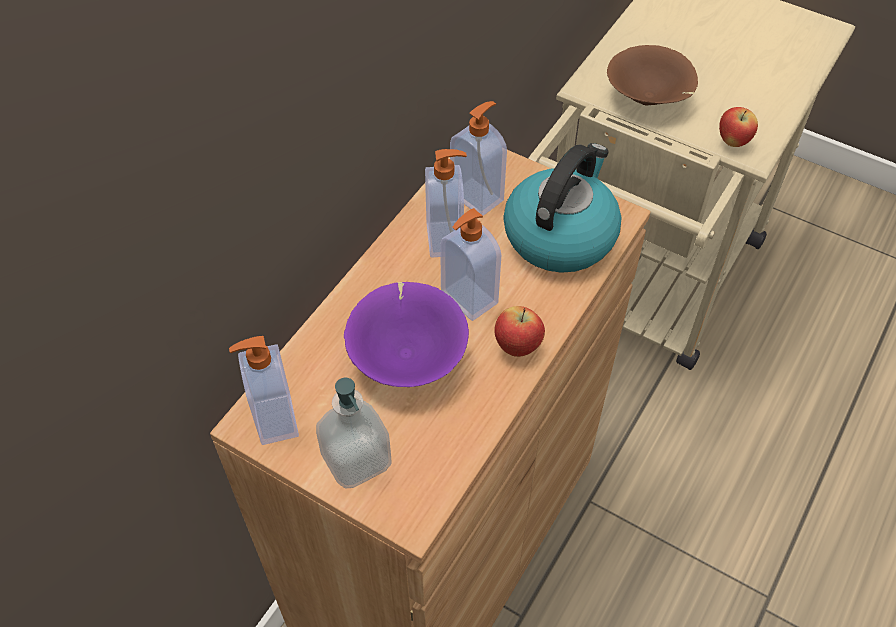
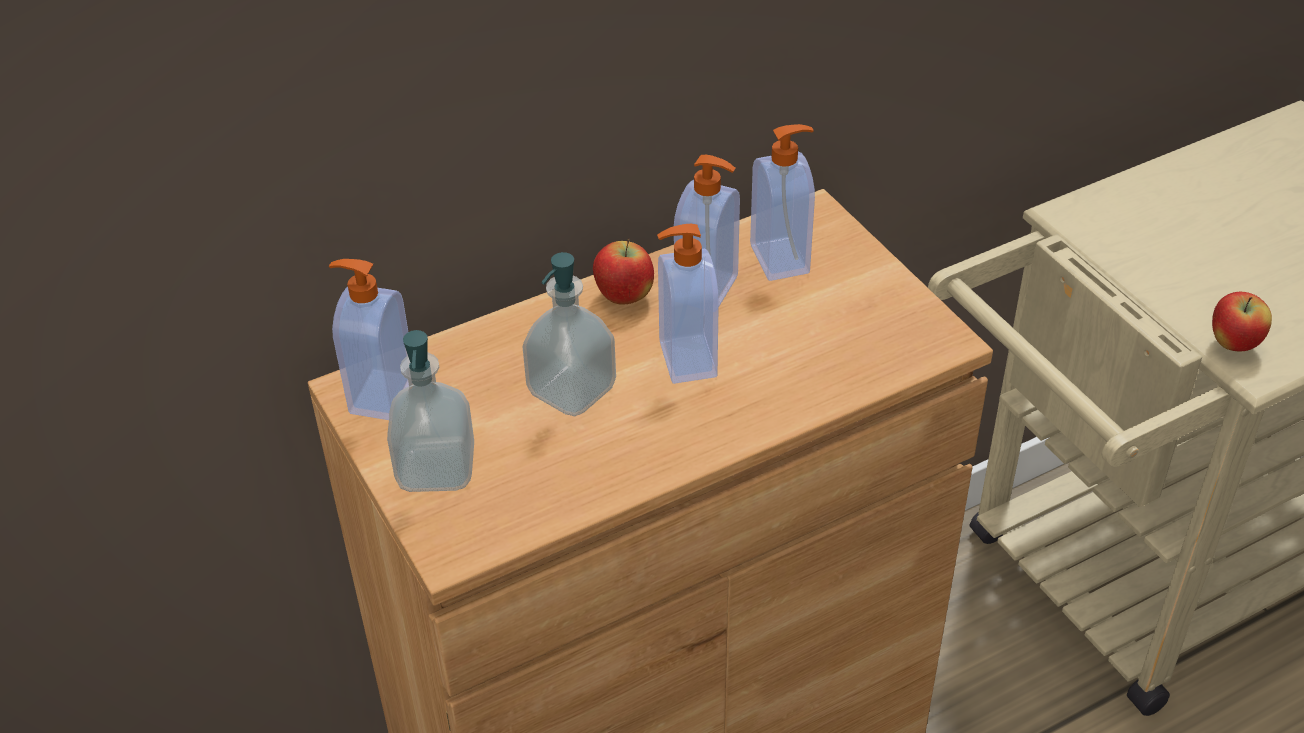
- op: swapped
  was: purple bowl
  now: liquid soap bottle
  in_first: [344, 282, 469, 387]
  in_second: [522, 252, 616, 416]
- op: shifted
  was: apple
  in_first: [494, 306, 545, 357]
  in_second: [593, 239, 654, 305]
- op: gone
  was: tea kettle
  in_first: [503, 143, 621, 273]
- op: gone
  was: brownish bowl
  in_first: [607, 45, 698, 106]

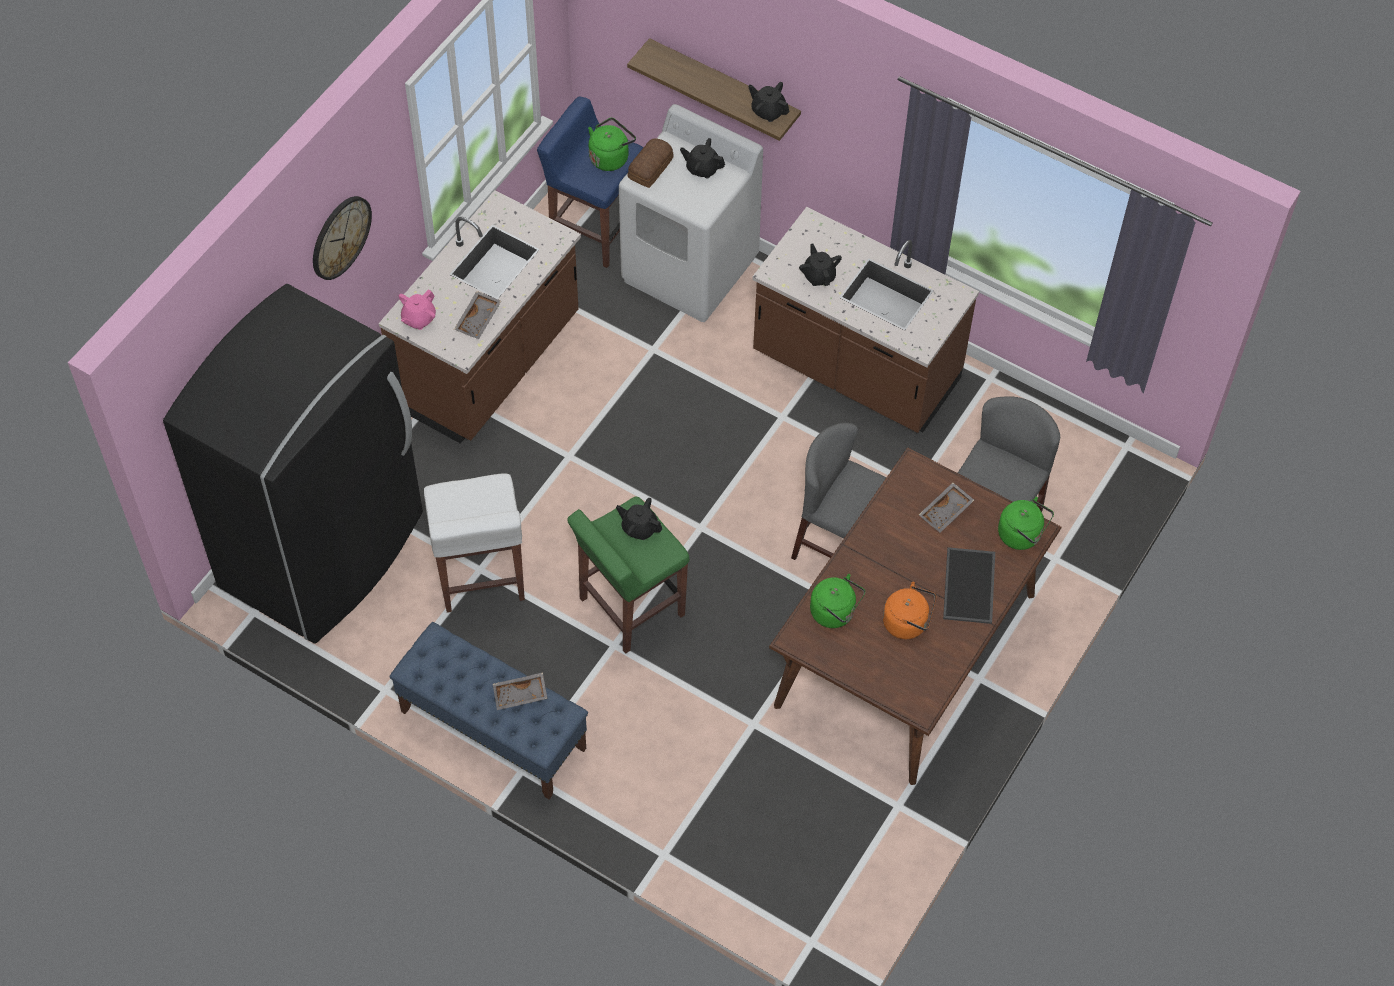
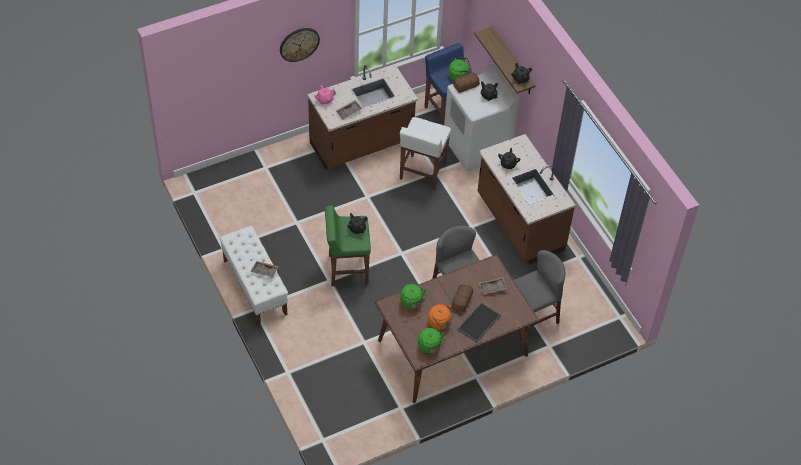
- op: repainted
  was: blue-coloured indoor bench
  now: whitish indoor bench
  in_first: [390, 622, 588, 800]
  in_second: [220, 226, 288, 326]
- op: shifted
  was: whitish stool
  in_first: [424, 473, 525, 613]
  in_second: [400, 117, 451, 190]
- op: shifted
  was: green-coloured tea kettle
  in_first: [998, 497, 1054, 550]
  in_second: [418, 328, 445, 354]
- op: new
  now: bakery bread
  in_second: [451, 284, 473, 312]
- op: gone
  was: black-coloured fridge
  in_first: [163, 284, 423, 644]

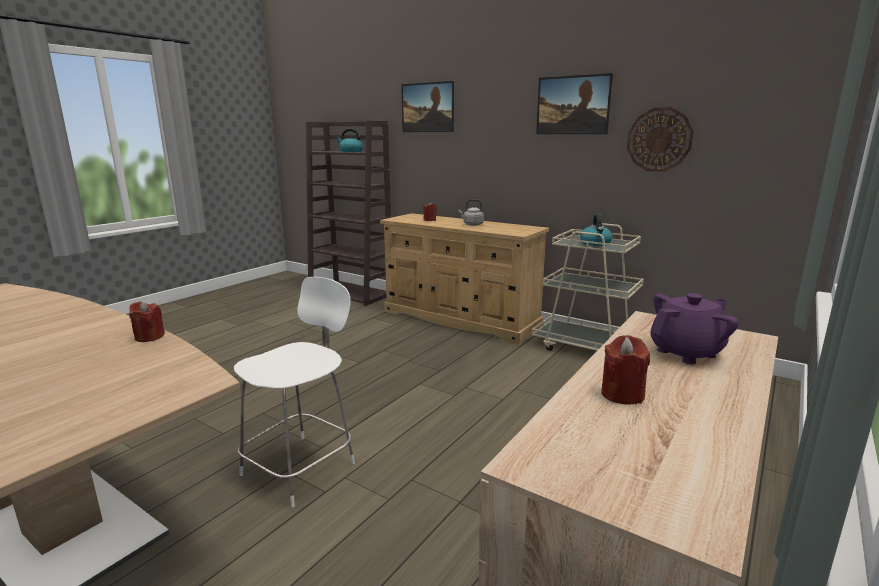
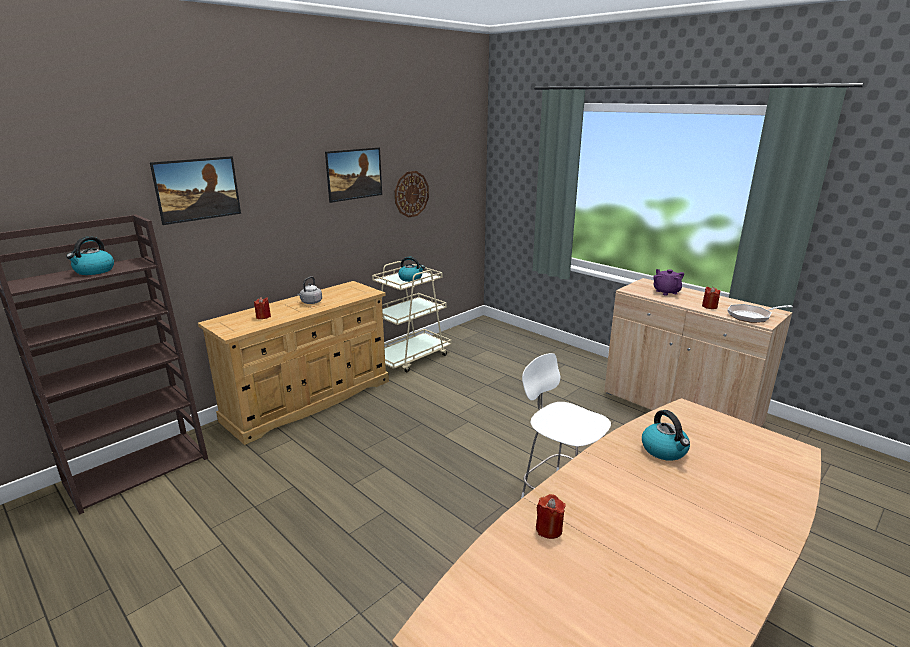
- op: shifted
  was: red-coloured candle
  in_first: [129, 301, 165, 342]
  in_second: [536, 494, 566, 539]
- op: new
  now: tea kettle
  in_second: [642, 410, 690, 461]
- op: new
  now: frying pan
  in_second: [727, 304, 793, 323]

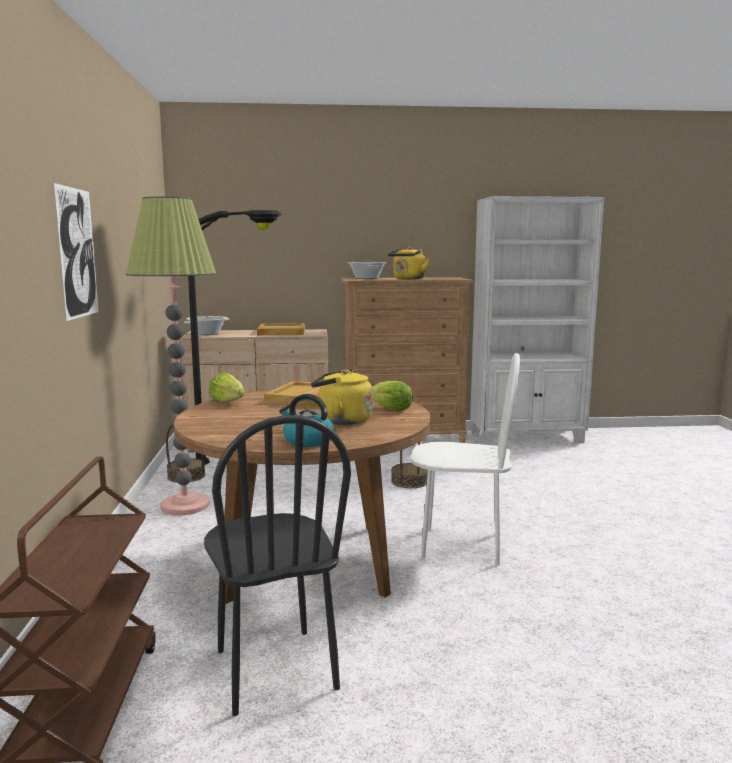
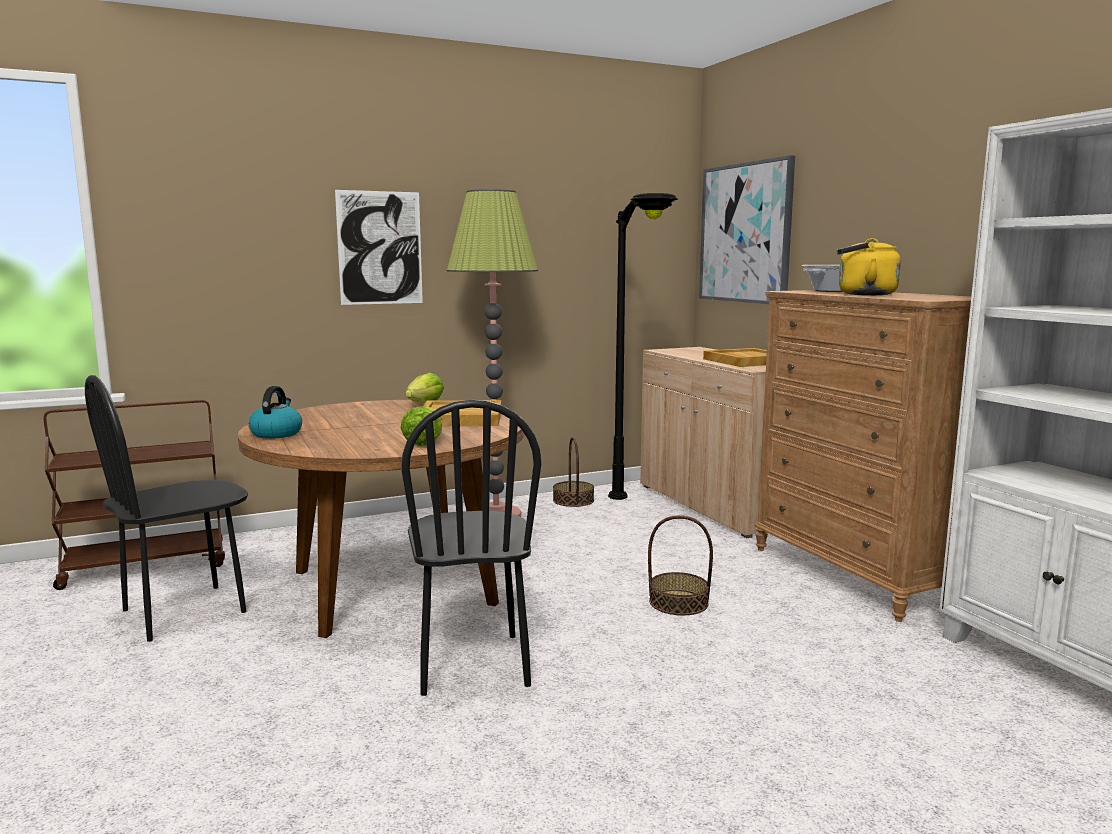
- op: repainted
  was: whitish plain chair
  now: black-coloured plain chair
  in_first: [410, 353, 520, 566]
  in_second: [401, 399, 542, 696]
- op: new
  now: wall picture
  in_second: [699, 155, 795, 304]
- op: gone
  was: saucepot
  in_first: [184, 316, 229, 335]
- op: gone
  was: yellow-coloured tea kettle
  in_first: [311, 369, 373, 425]

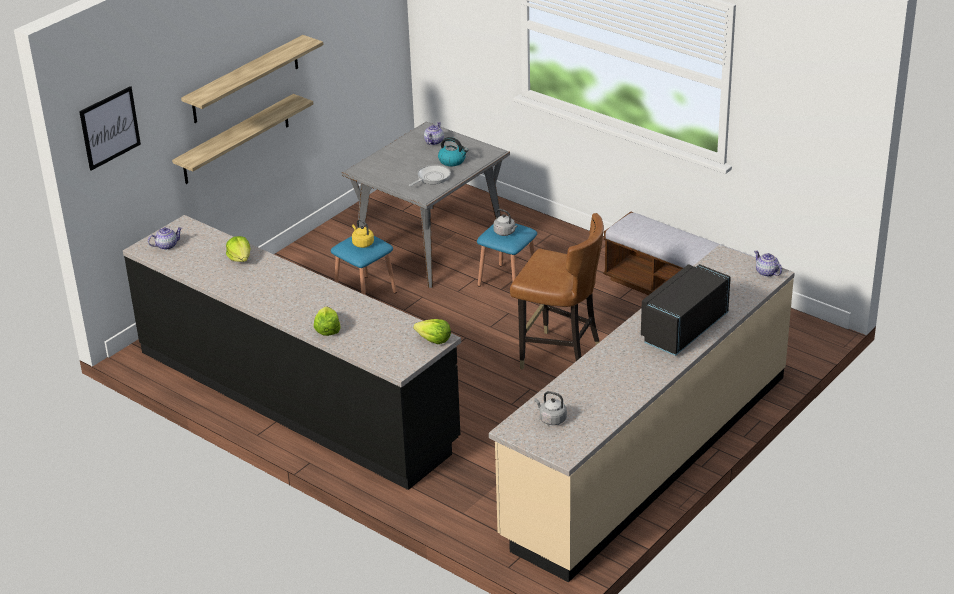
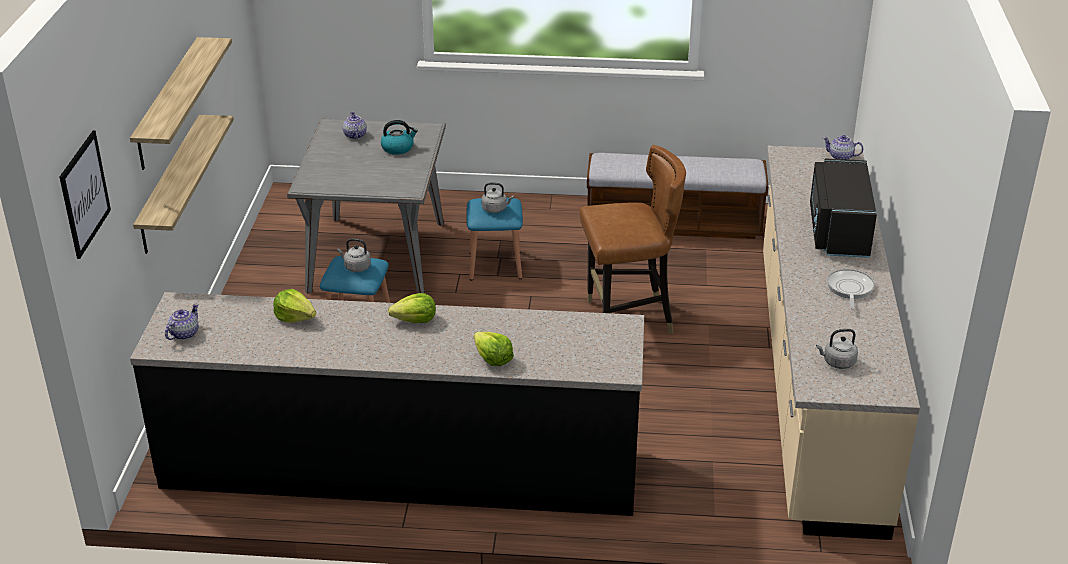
- op: repainted
  was: yellow-coloured tea kettle
  now: grey tea kettle
  in_first: [352, 219, 374, 248]
  in_second: [337, 238, 371, 272]
- op: shifted
  was: lettuce head
  in_first: [413, 319, 451, 344]
  in_second: [388, 293, 436, 323]
- op: shifted
  was: frying pan
  in_first: [409, 165, 451, 186]
  in_second: [827, 269, 875, 309]

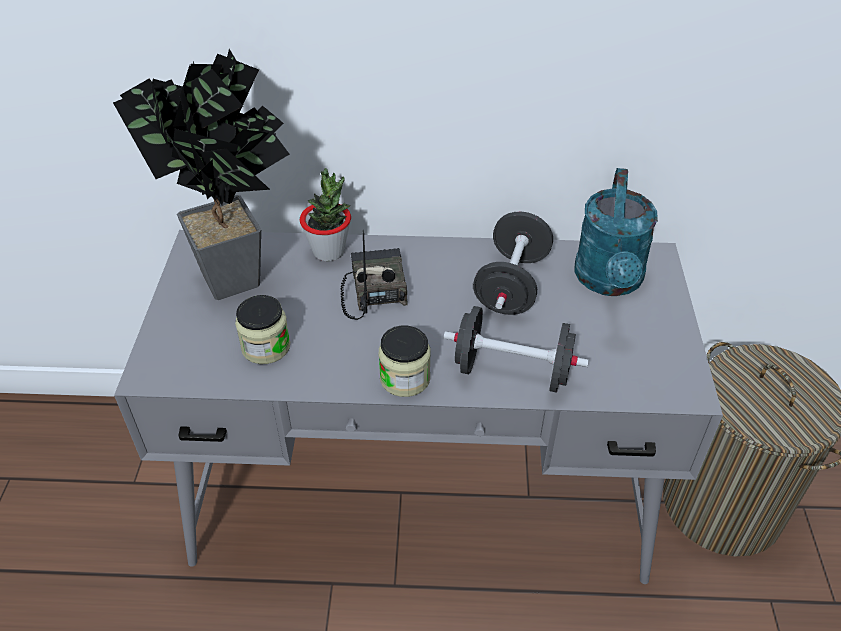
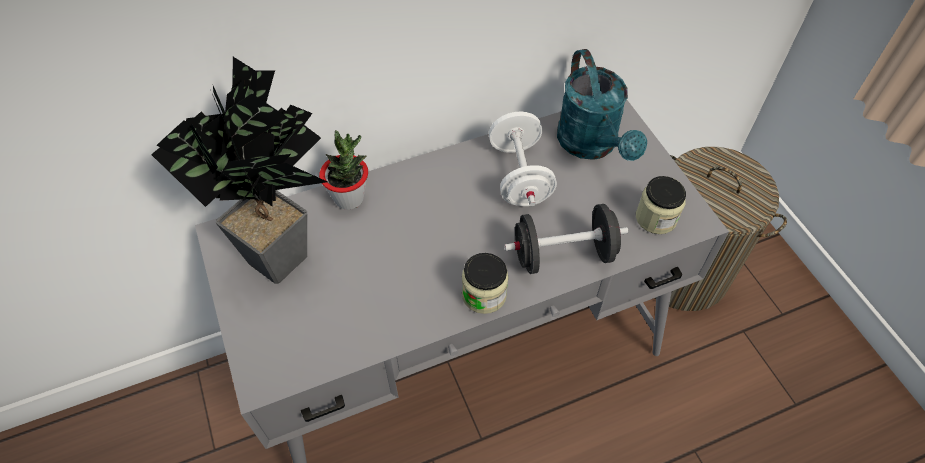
- op: repainted
  was: black-coloured hand weight
  now: whitish hand weight
  in_first: [473, 212, 553, 315]
  in_second: [489, 112, 557, 206]
- op: shifted
  was: preserve jar
  in_first: [235, 295, 290, 364]
  in_second: [636, 176, 686, 234]
- op: gone
  was: radio set
  in_first: [340, 230, 408, 320]

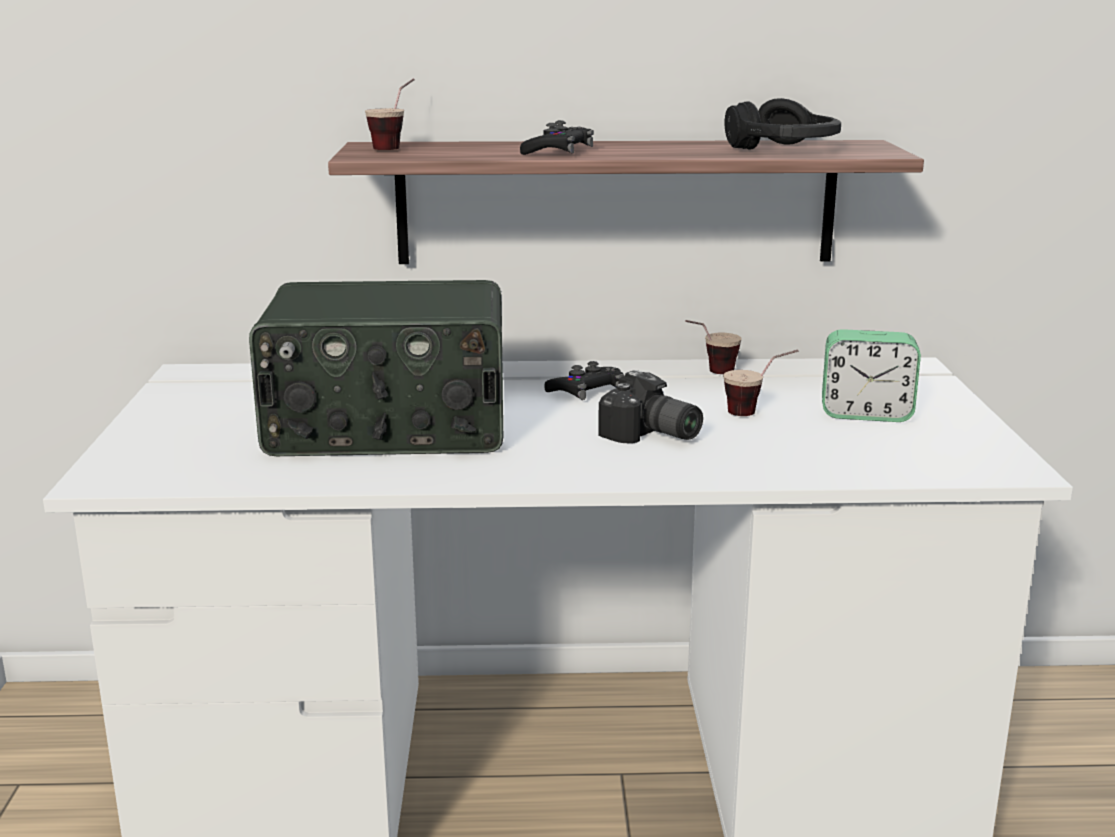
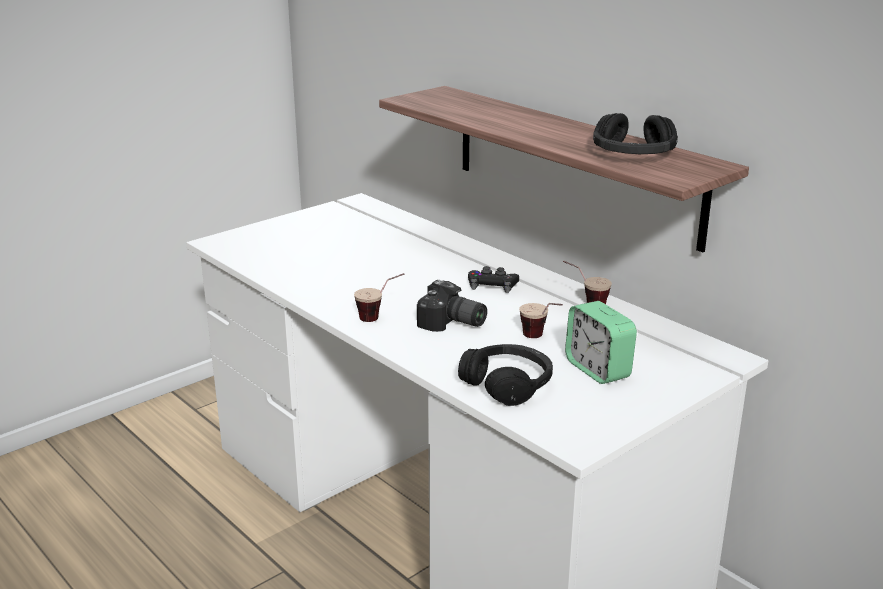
- op: shifted
  was: drinking cup
  in_first: [365, 78, 415, 150]
  in_second: [354, 273, 405, 322]
- op: rotated
  was: still camera
  in_first: [598, 370, 703, 443]
  in_second: [417, 280, 487, 332]
  clockwise: -60
- op: new
  now: black-coloured pair of headphones
  in_second: [458, 344, 553, 406]
- op: gone
  was: radio set
  in_first: [249, 280, 503, 456]
- op: gone
  was: black-coloured joypad
  in_first: [520, 120, 594, 155]

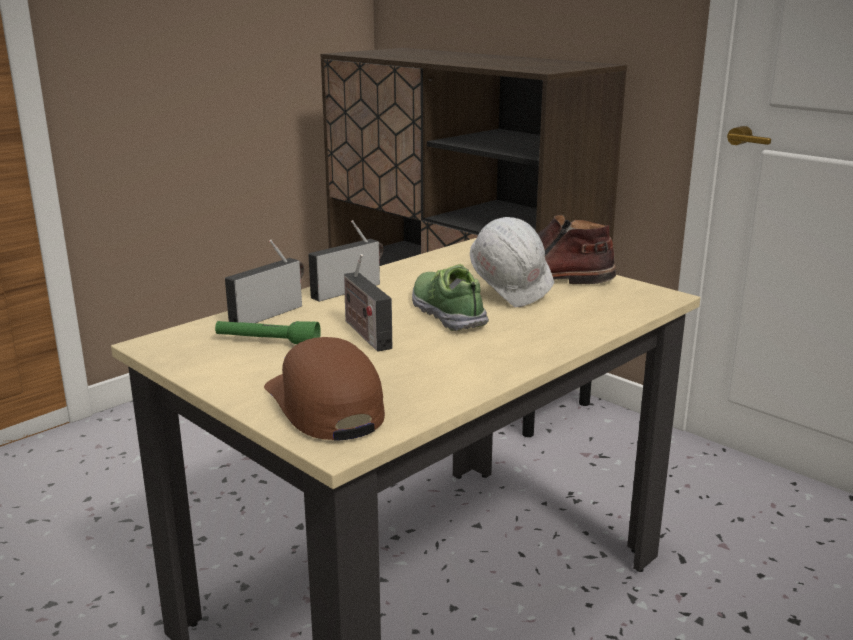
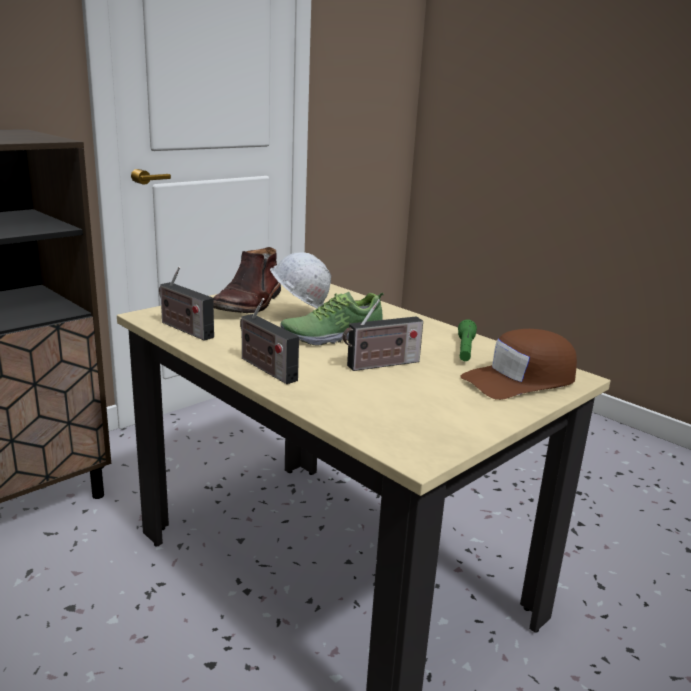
- op: shifted
  was: radio set
  in_first: [225, 239, 304, 323]
  in_second: [159, 267, 214, 341]
- op: shifted
  was: green-coloured flashlight
  in_first: [215, 321, 321, 344]
  in_second: [458, 319, 477, 361]

